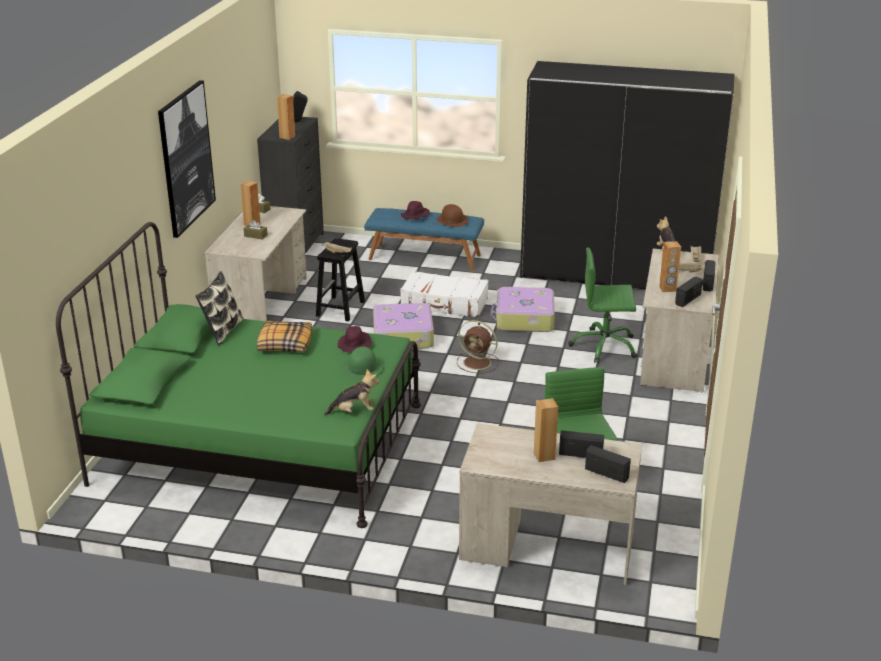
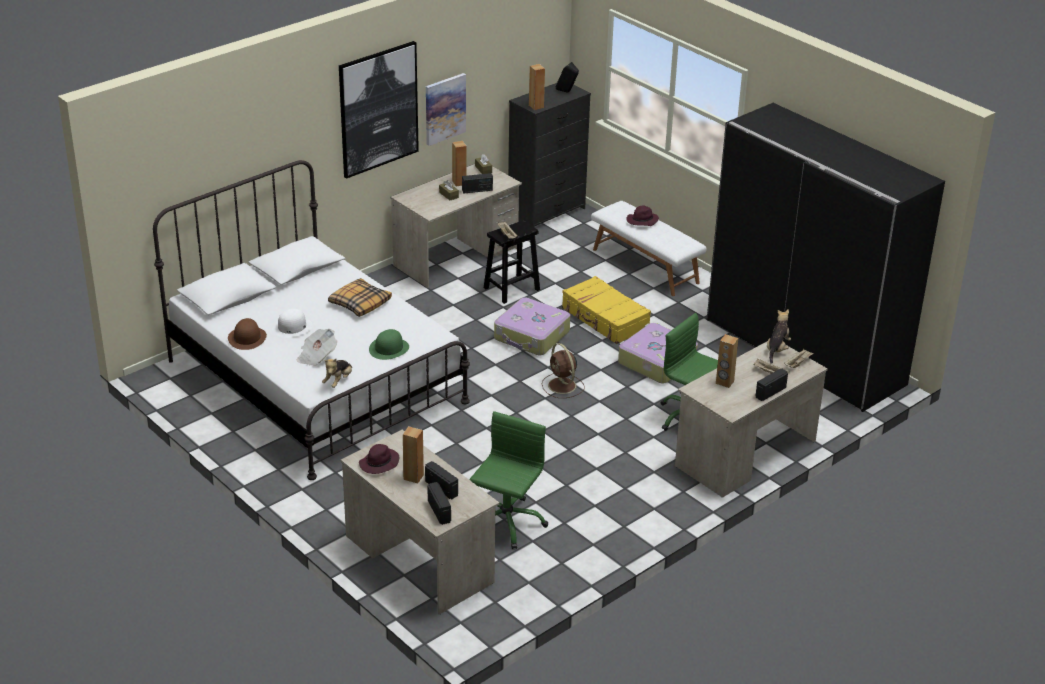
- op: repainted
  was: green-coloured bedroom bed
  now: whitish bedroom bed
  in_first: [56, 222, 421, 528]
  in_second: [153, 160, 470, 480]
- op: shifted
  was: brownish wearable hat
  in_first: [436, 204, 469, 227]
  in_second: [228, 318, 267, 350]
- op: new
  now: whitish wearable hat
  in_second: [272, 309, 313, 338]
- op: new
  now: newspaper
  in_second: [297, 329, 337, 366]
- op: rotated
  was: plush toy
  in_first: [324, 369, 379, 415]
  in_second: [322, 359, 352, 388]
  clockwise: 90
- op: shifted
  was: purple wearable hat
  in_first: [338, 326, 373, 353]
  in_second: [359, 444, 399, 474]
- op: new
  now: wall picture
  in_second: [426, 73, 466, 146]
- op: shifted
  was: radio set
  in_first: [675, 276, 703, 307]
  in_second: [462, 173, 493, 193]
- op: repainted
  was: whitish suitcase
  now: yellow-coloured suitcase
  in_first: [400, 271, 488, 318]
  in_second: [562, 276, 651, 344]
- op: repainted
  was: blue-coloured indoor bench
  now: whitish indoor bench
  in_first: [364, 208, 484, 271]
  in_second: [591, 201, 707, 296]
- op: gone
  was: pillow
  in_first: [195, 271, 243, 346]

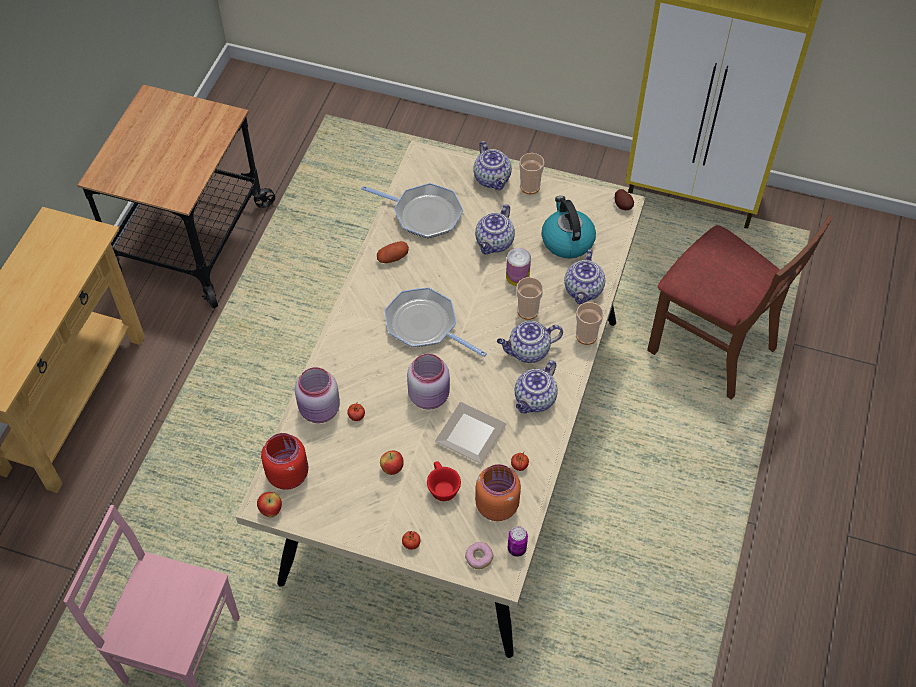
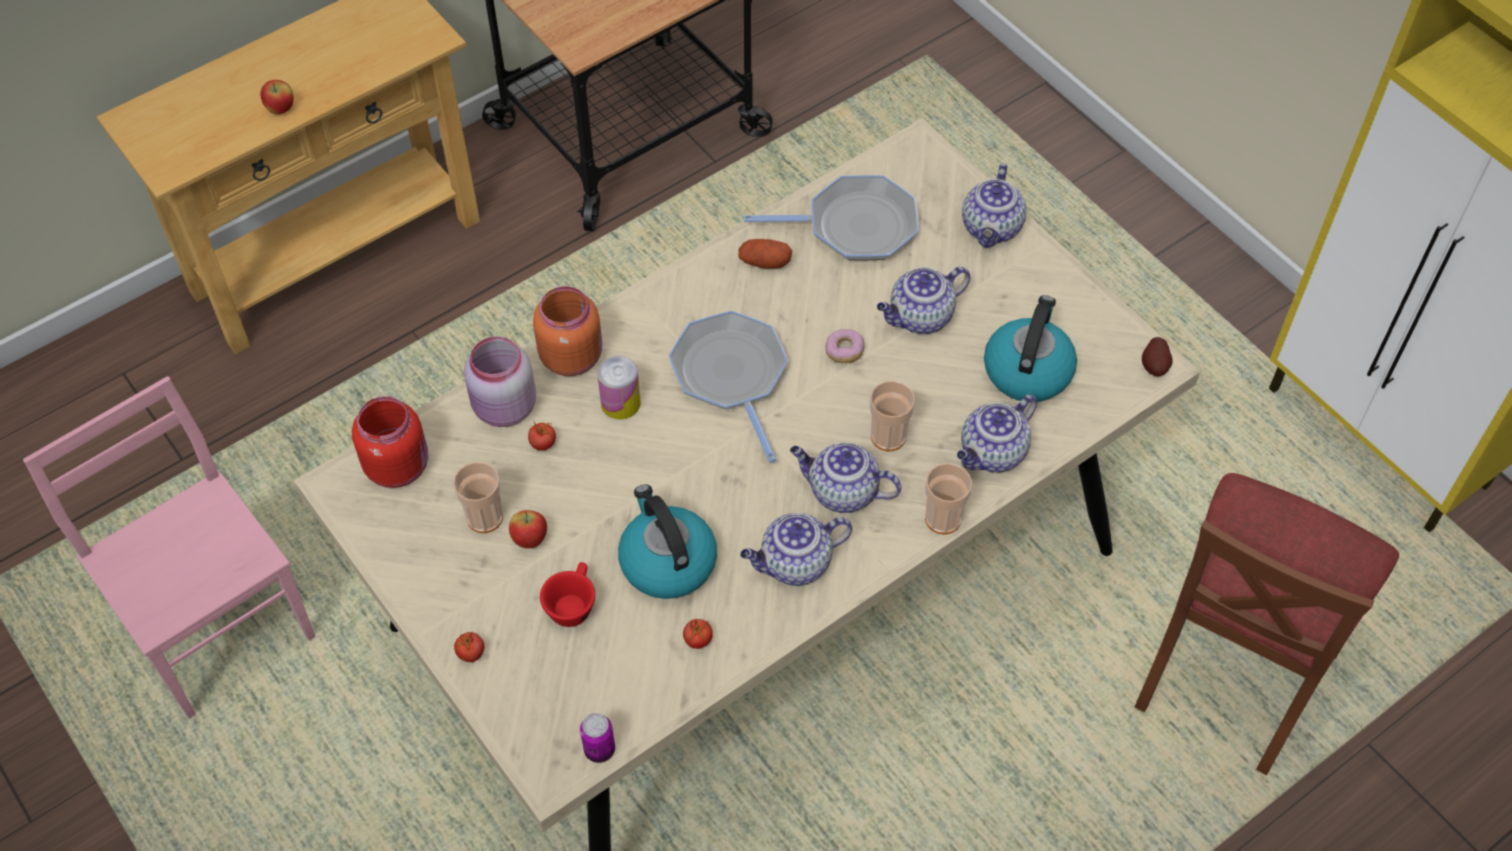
- op: shifted
  was: apple
  in_first: [257, 492, 282, 517]
  in_second: [260, 80, 294, 114]
- op: shifted
  was: drinking cup
  in_first: [519, 153, 544, 194]
  in_second: [453, 462, 503, 533]
- op: shifted
  was: orange preserve jar
  in_first: [475, 464, 521, 521]
  in_second: [533, 286, 602, 376]
- op: shifted
  was: metal can
  in_first: [506, 248, 531, 286]
  in_second: [597, 356, 641, 420]
- op: swapped
  was: flat dish
  now: tea kettle
  in_first: [435, 402, 506, 464]
  in_second: [618, 484, 717, 599]
- op: rotated
  was: frying pan
  in_first: [361, 183, 463, 238]
  in_second: [744, 175, 919, 260]
  clockwise: -60
- op: shifted
  was: doughnut
  in_first: [465, 542, 493, 569]
  in_second: [825, 329, 864, 363]
- op: rotated
  was: brownish plain chair
  in_first: [647, 215, 833, 400]
  in_second: [1135, 473, 1399, 775]
  clockwise: 45
- op: gone
  was: pink-coloured preserve jar
  in_first: [407, 354, 450, 410]

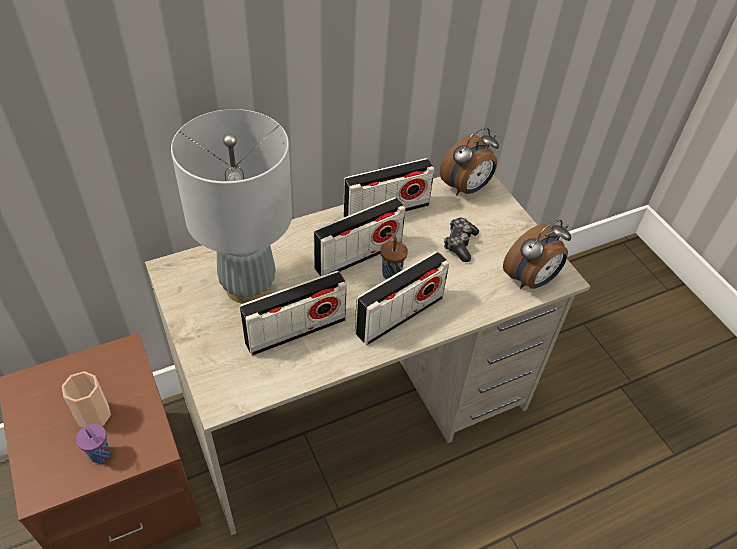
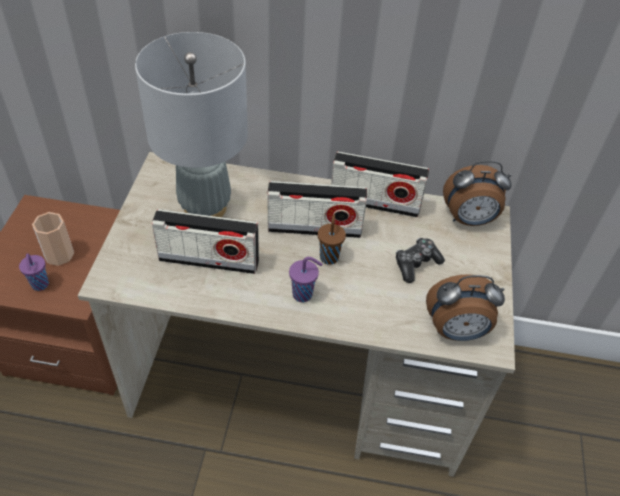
- op: swapped
  was: radio set
  now: purple drinking cup
  in_first: [355, 251, 449, 345]
  in_second: [289, 257, 322, 302]

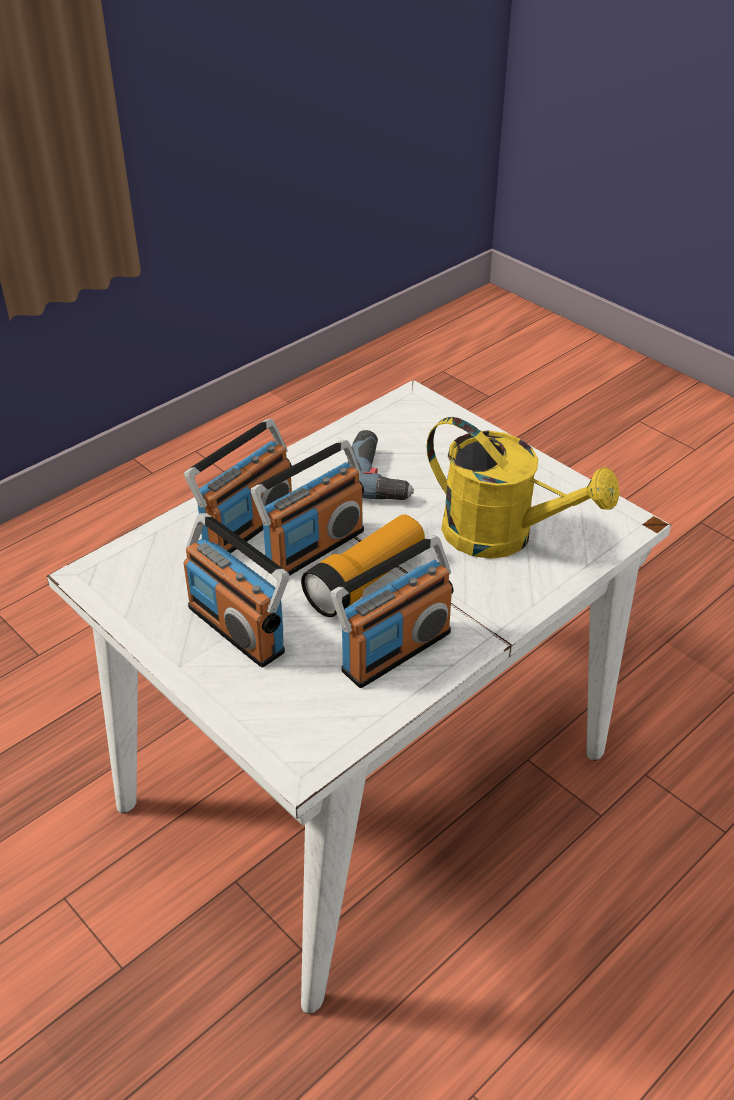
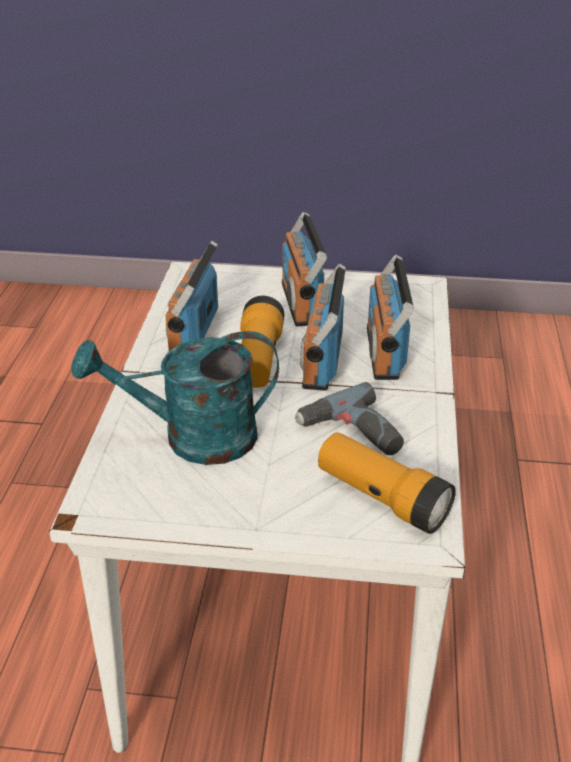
- op: repainted
  was: yellow-coloured watering pot
  now: turquoise-coloured watering pot
  in_first: [427, 417, 620, 559]
  in_second: [71, 331, 279, 465]
- op: rotated
  was: radio set
  in_first: [184, 513, 289, 667]
  in_second: [282, 212, 327, 327]
  clockwise: -105
- op: new
  now: flashlight
  in_second: [318, 432, 456, 534]

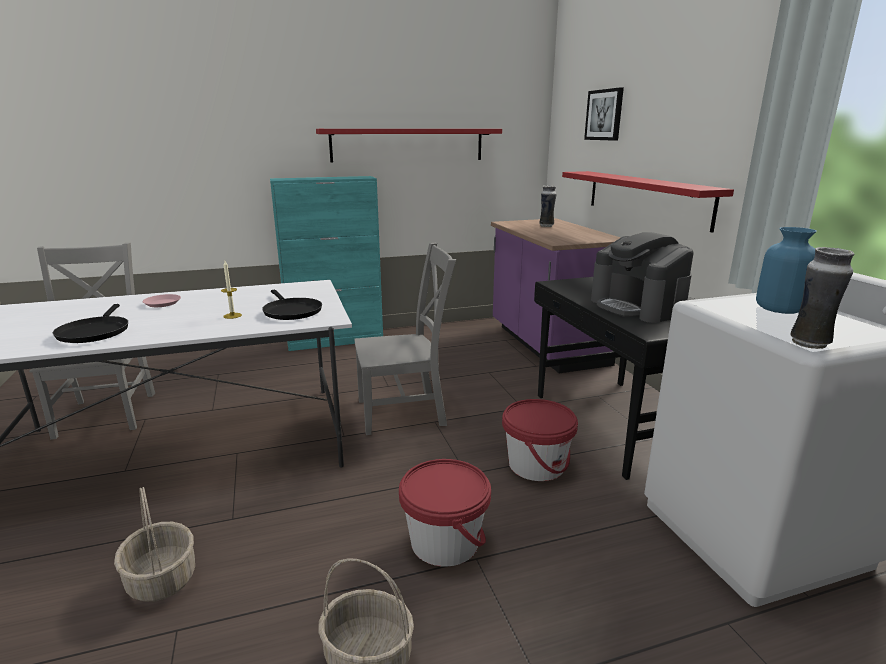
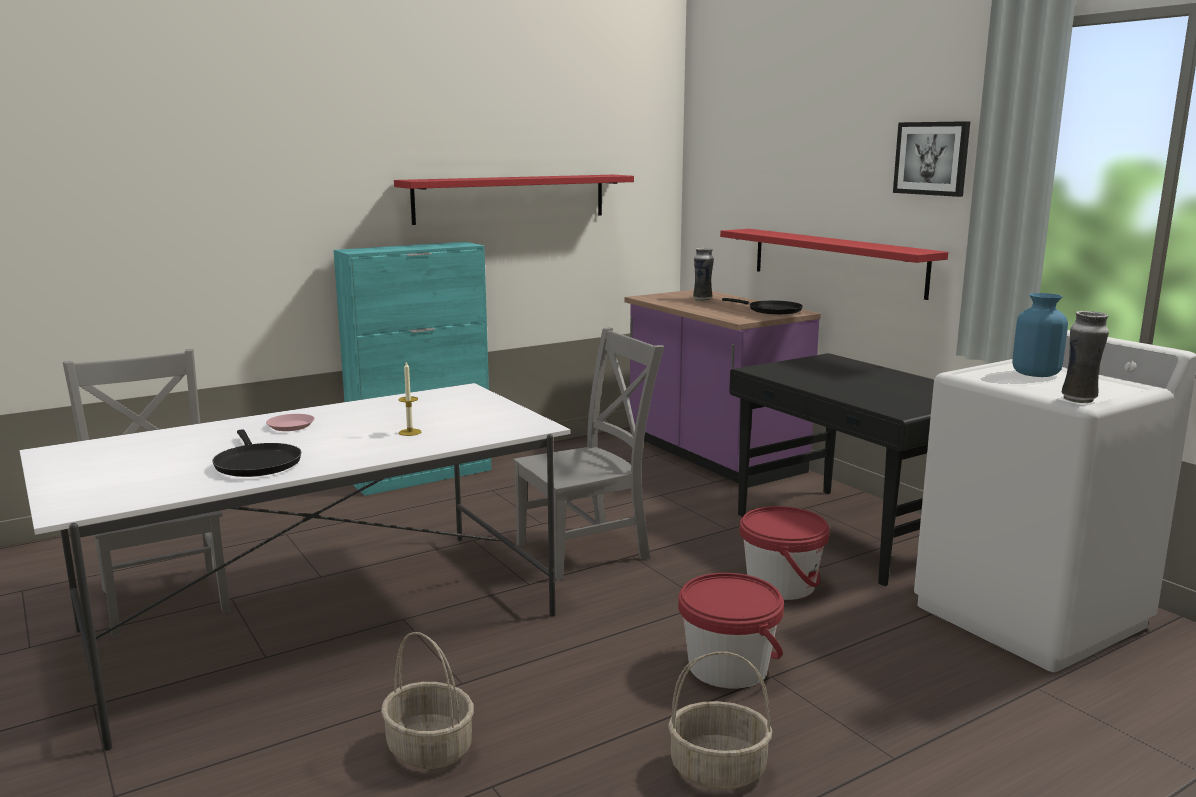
- op: shifted
  was: black-coloured frying pan
  in_first: [262, 290, 322, 320]
  in_second: [722, 298, 803, 314]
- op: shifted
  was: wall picture
  in_first: [584, 87, 624, 141]
  in_second: [893, 121, 970, 197]
- op: gone
  was: coffee machine
  in_first: [591, 232, 694, 323]

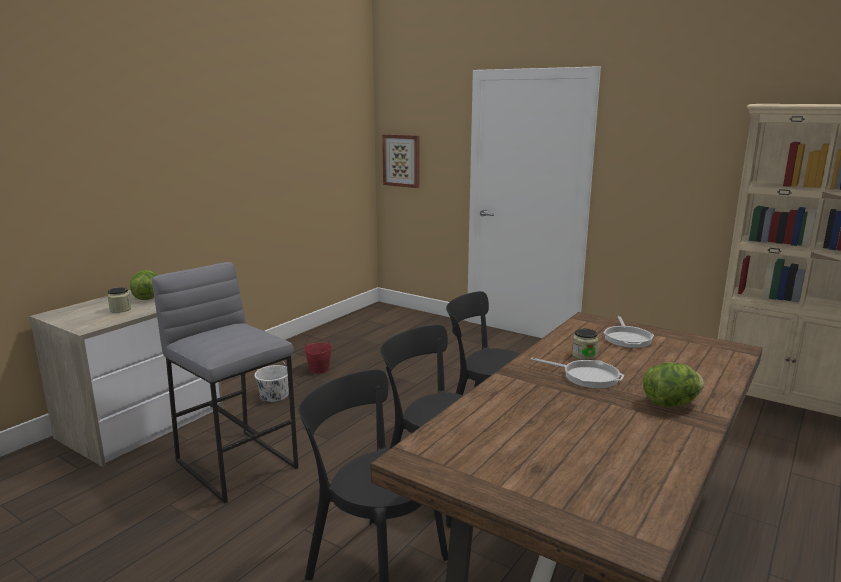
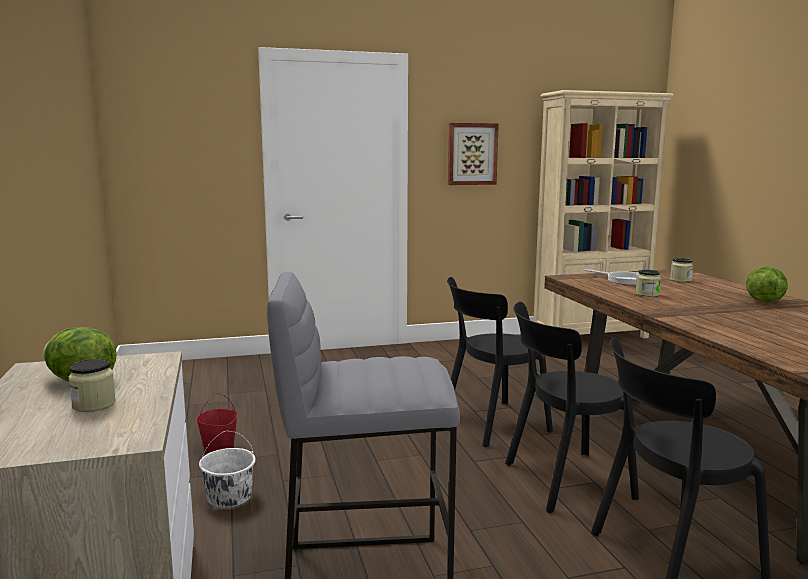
- op: shifted
  was: wall picture
  in_first: [382, 134, 419, 188]
  in_second: [448, 123, 499, 185]
- op: new
  now: preserve jar
  in_second: [670, 258, 693, 282]
- op: gone
  was: frying pan
  in_first: [531, 358, 624, 389]

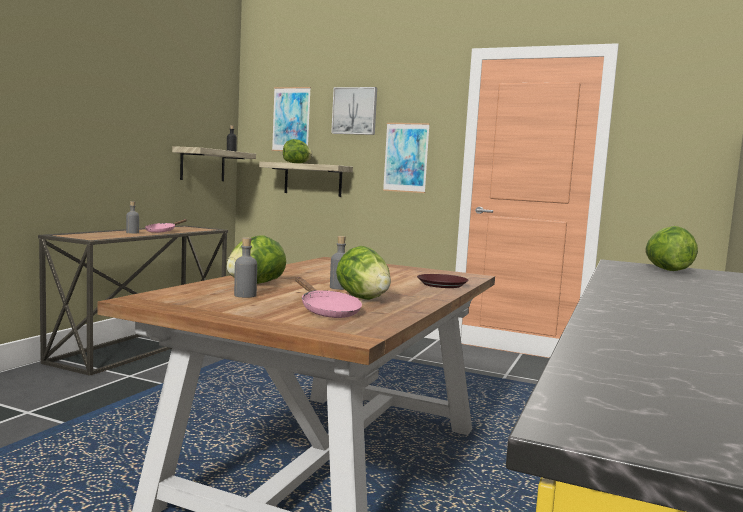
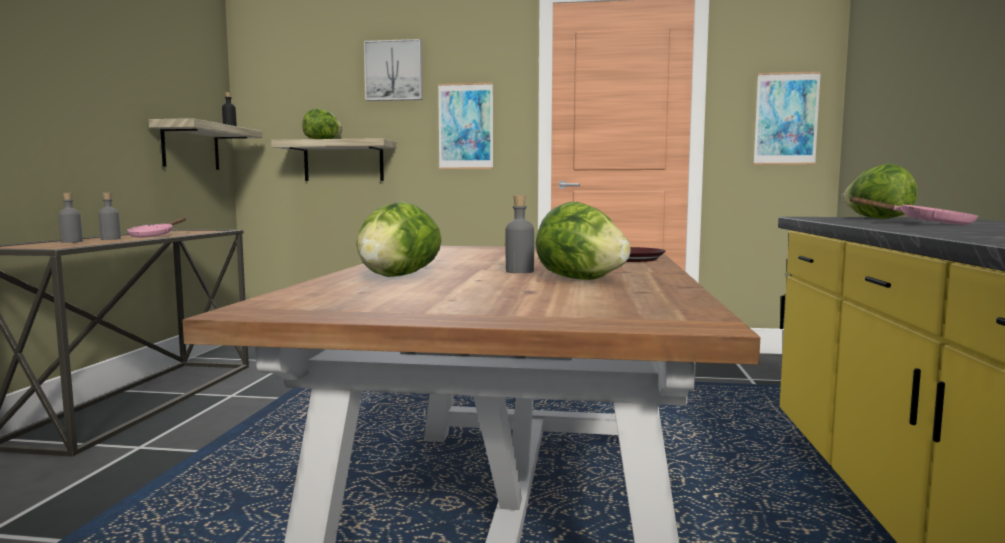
- op: shifted
  was: grey drink bottle
  in_first: [234, 237, 257, 298]
  in_second: [58, 193, 83, 243]
- op: shifted
  was: wall picture
  in_first: [272, 87, 311, 151]
  in_second: [753, 72, 821, 165]
- op: shifted
  was: pink-coloured frying pan
  in_first: [295, 277, 362, 318]
  in_second: [848, 197, 978, 225]

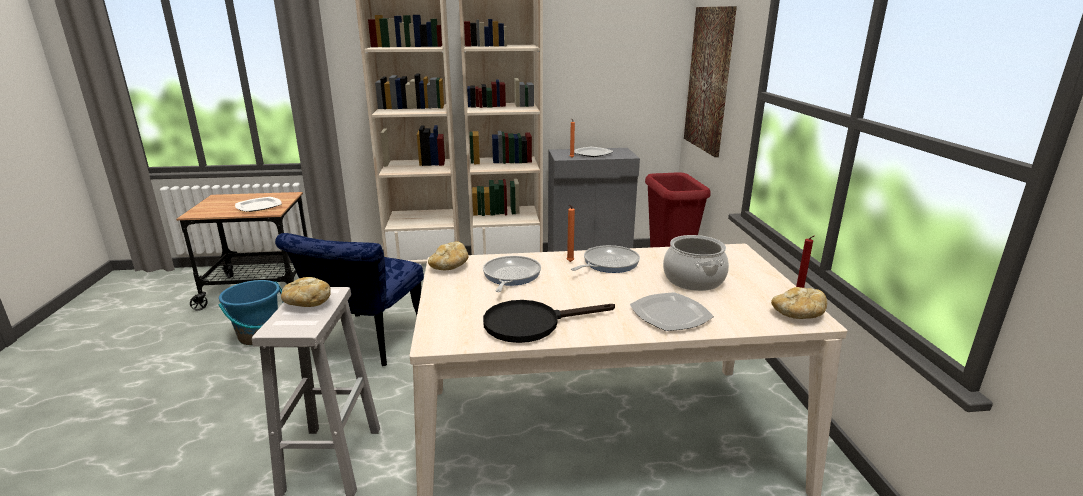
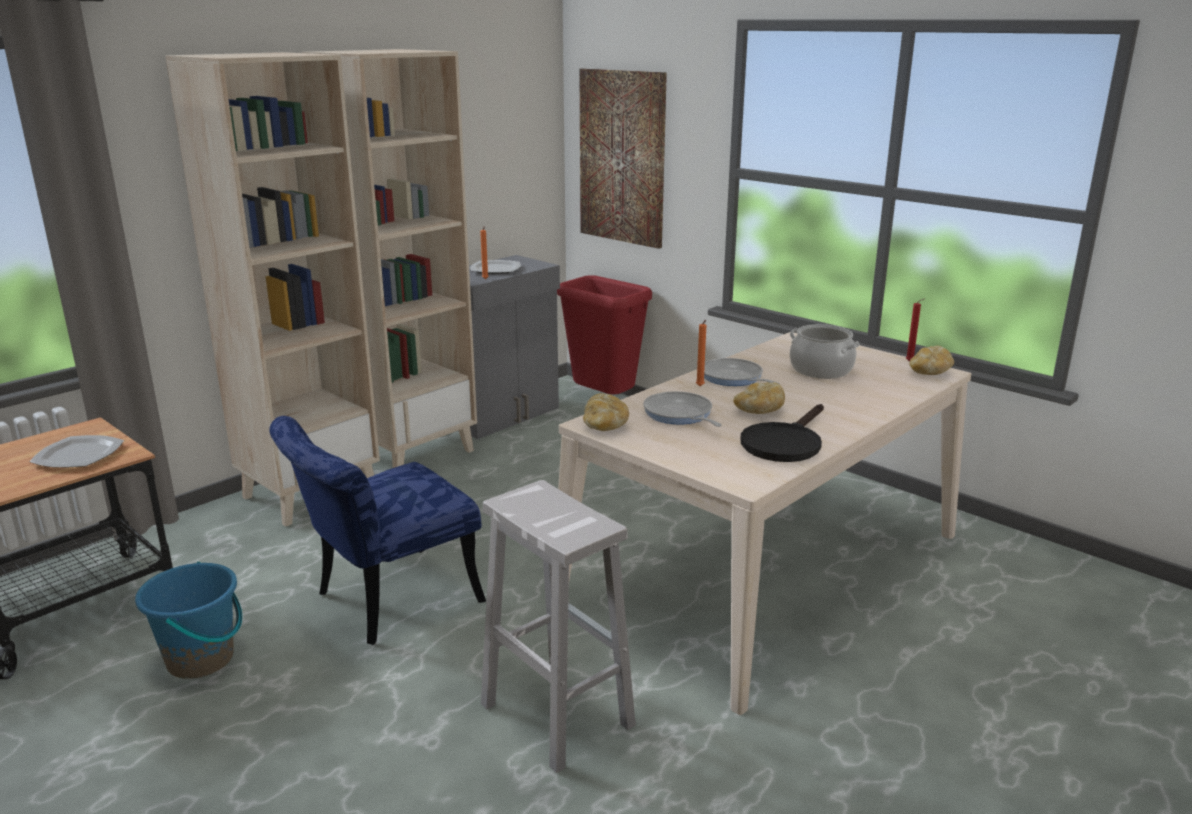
- op: rotated
  was: blue-coloured plain chair
  in_first: [275, 233, 424, 366]
  in_second: [269, 416, 486, 645]
  clockwise: 75
- op: rotated
  was: frying pan
  in_first: [571, 245, 640, 273]
  in_second: [704, 358, 780, 386]
  clockwise: -45
- op: shifted
  was: bakery bread
  in_first: [281, 277, 331, 307]
  in_second: [733, 382, 785, 414]
- op: gone
  was: flat dish
  in_first: [630, 292, 714, 331]

